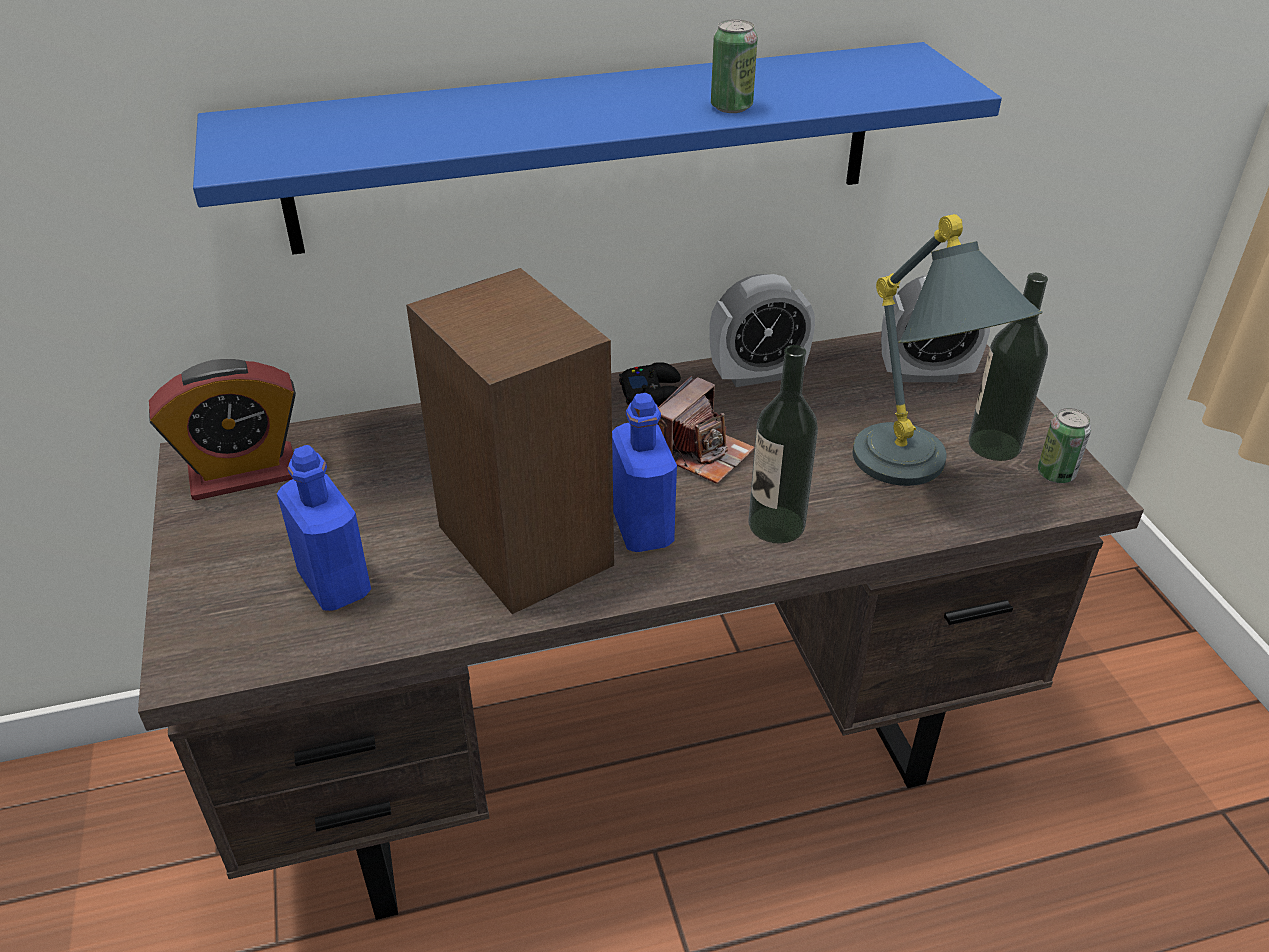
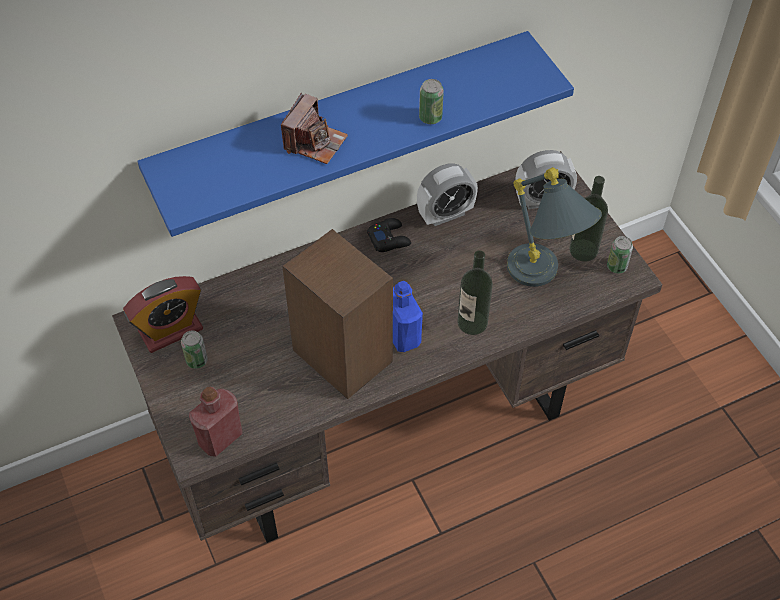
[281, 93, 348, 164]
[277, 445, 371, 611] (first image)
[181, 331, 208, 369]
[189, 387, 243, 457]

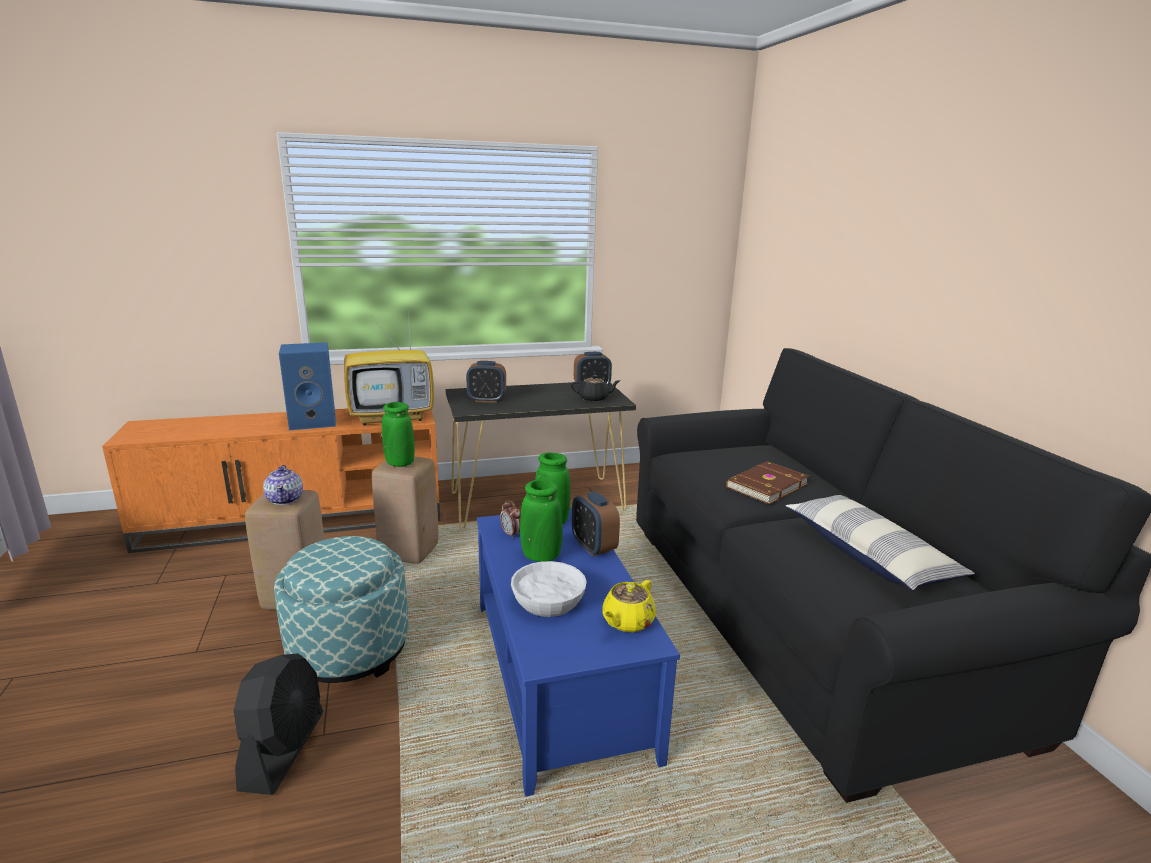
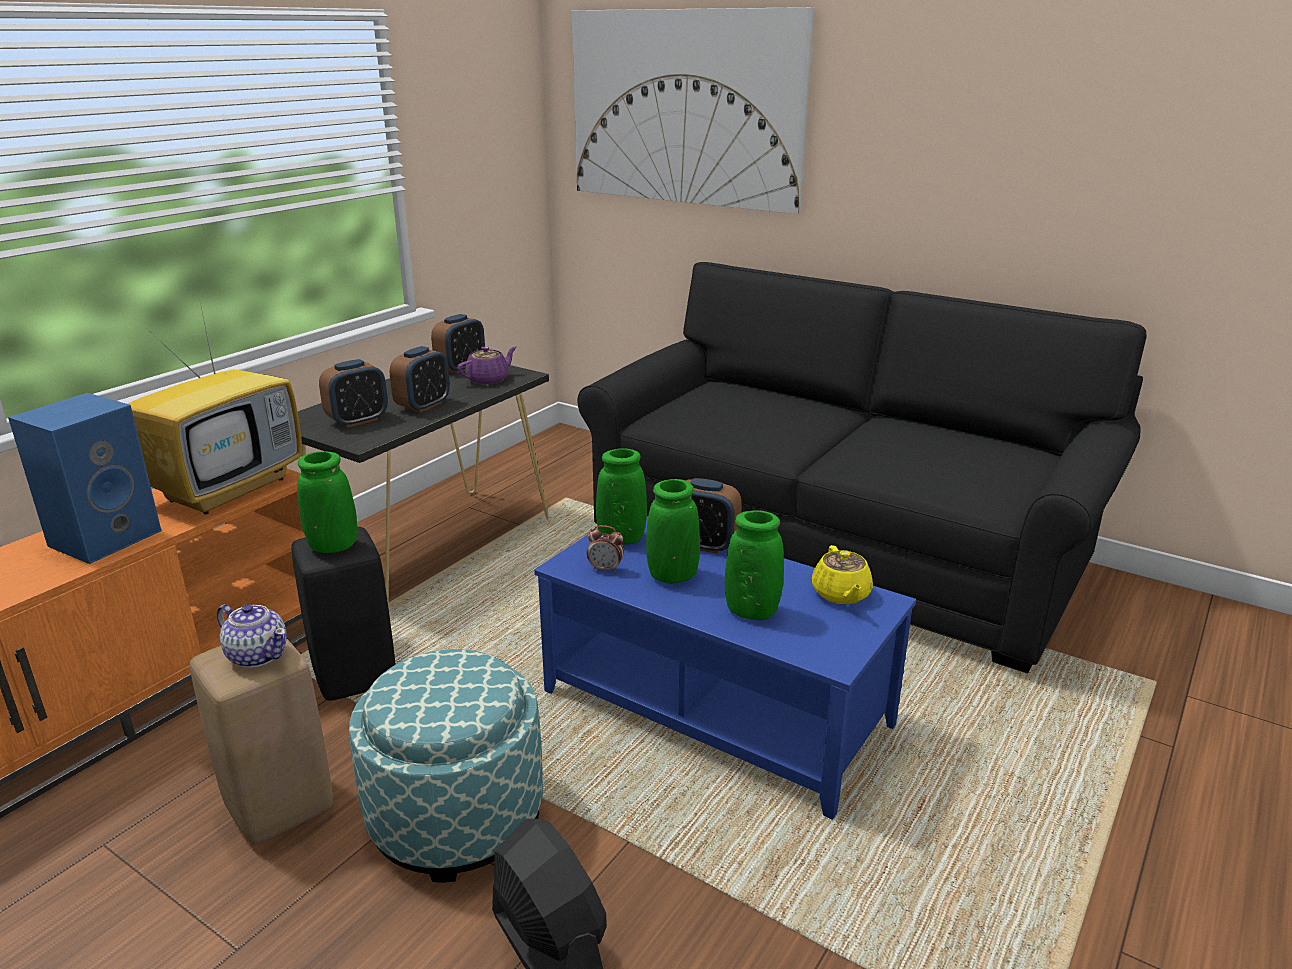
[457, 346, 517, 385]
[292, 527, 396, 701]
[726, 461, 809, 504] (first image)
[785, 495, 975, 590] (first image)
[725, 511, 784, 620]
[572, 7, 814, 214]
[390, 346, 450, 413]

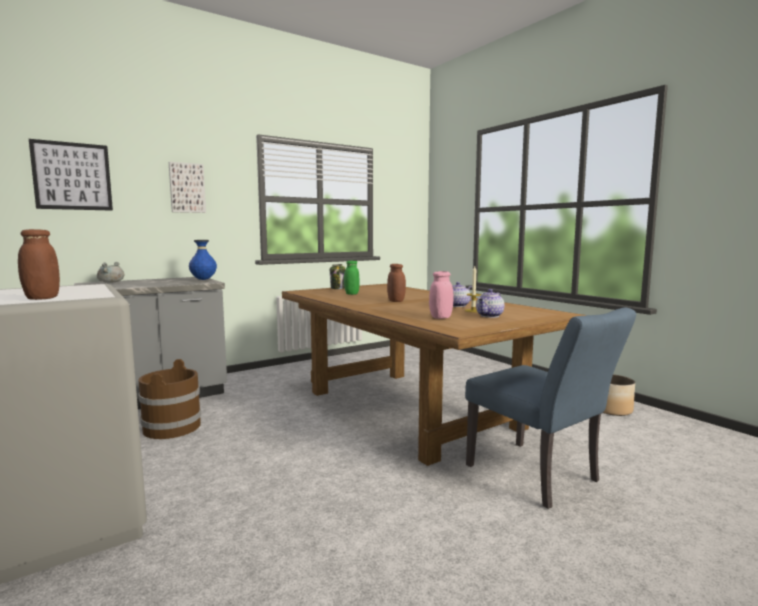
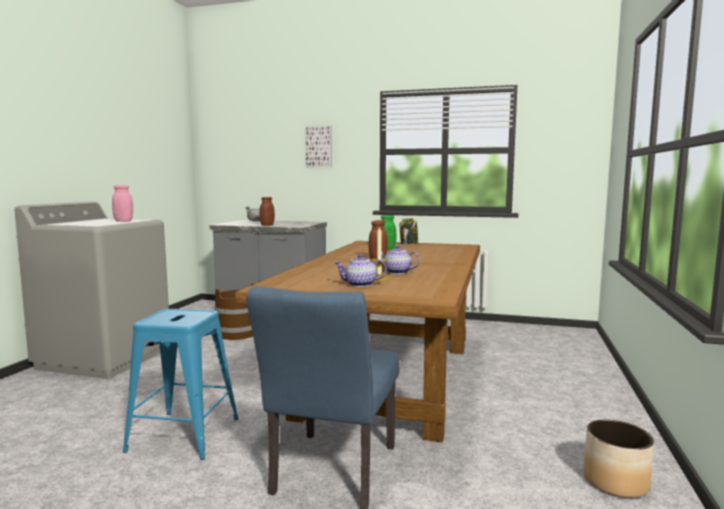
[29, 139, 113, 211] (first image)
[260, 197, 275, 226]
[189, 240, 217, 280] (first image)
[112, 185, 133, 222]
[123, 309, 238, 460]

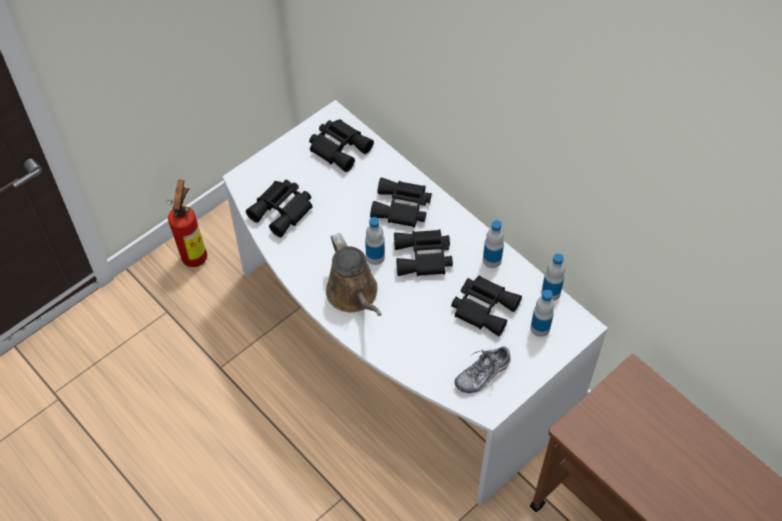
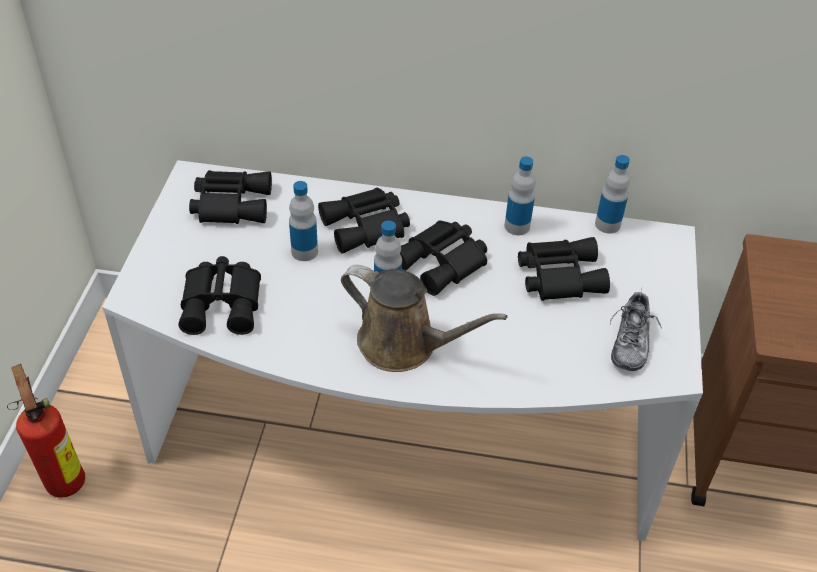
[289, 181, 318, 261]

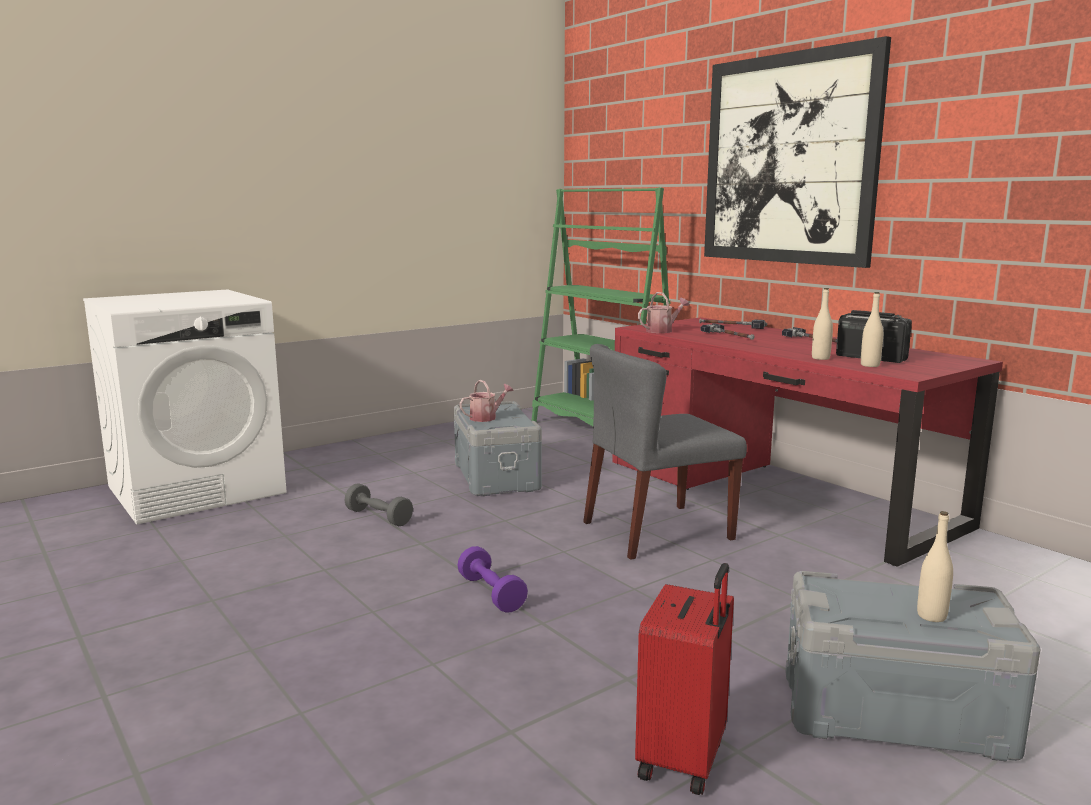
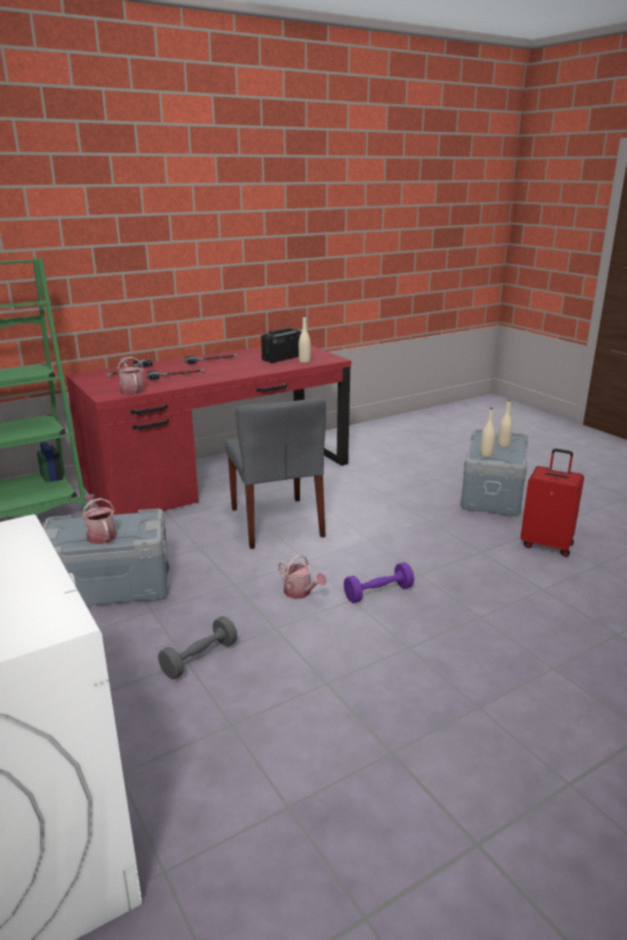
[704, 36, 891, 268] (first image)
[480, 408, 495, 457]
[278, 555, 327, 599]

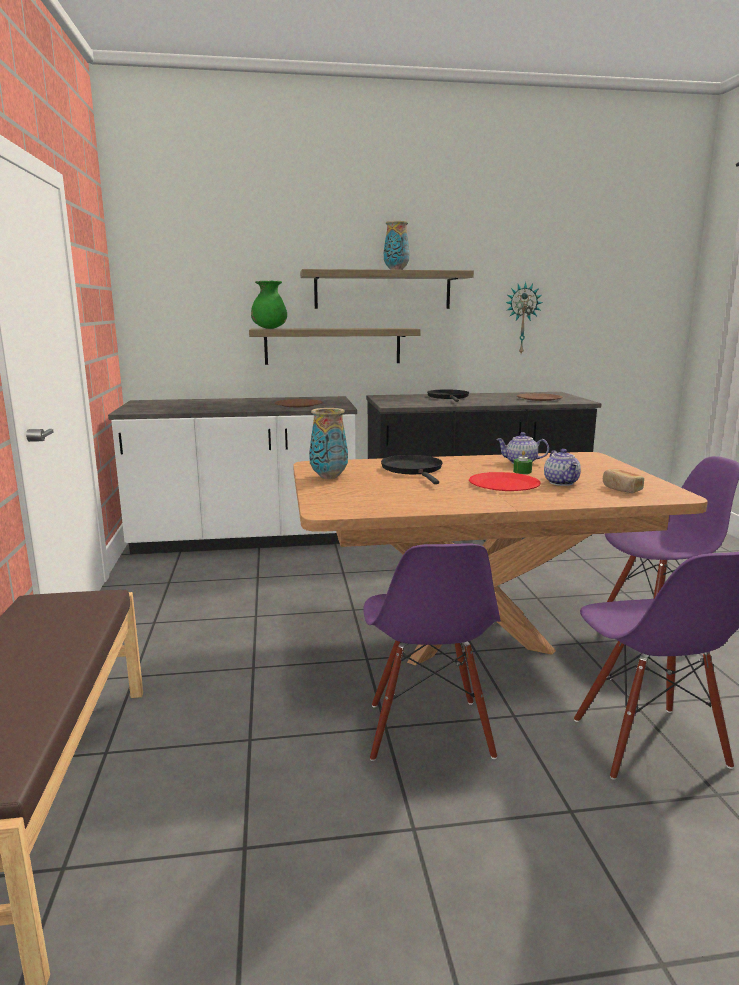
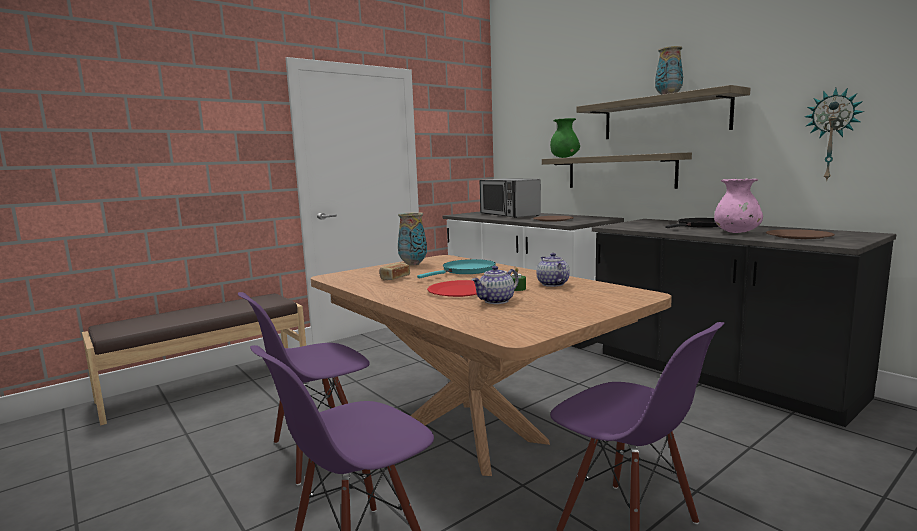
[417, 259, 496, 278]
[379, 263, 410, 281]
[714, 178, 763, 233]
[480, 179, 541, 218]

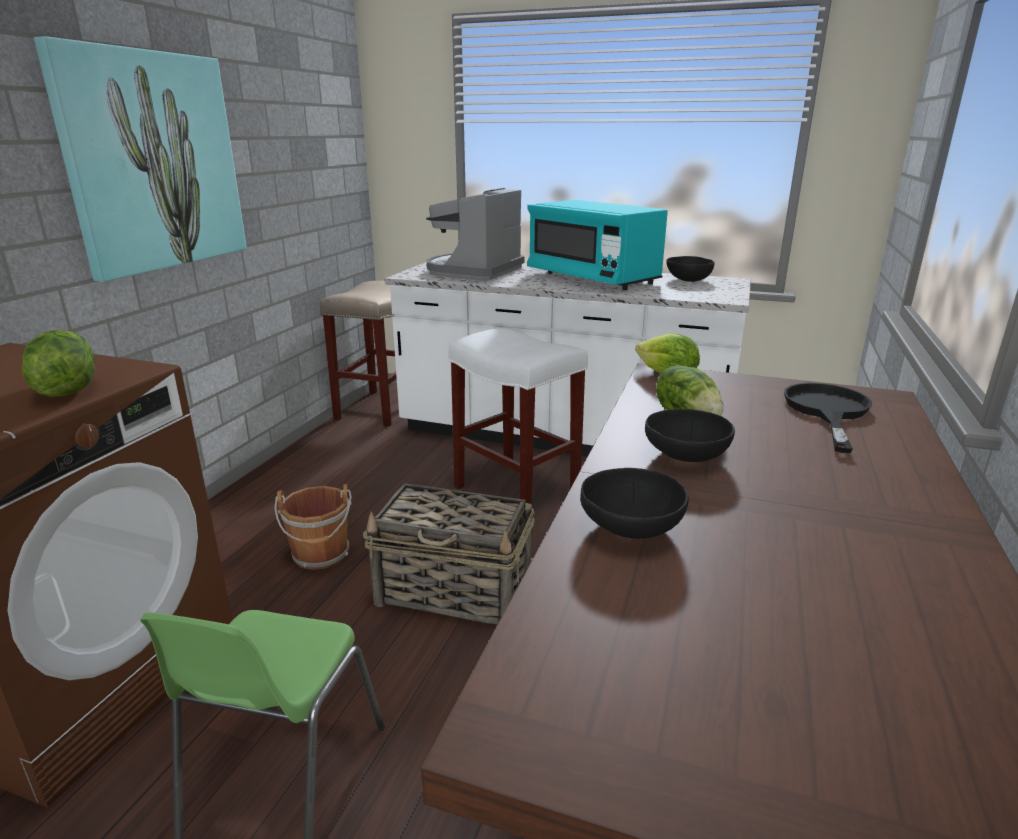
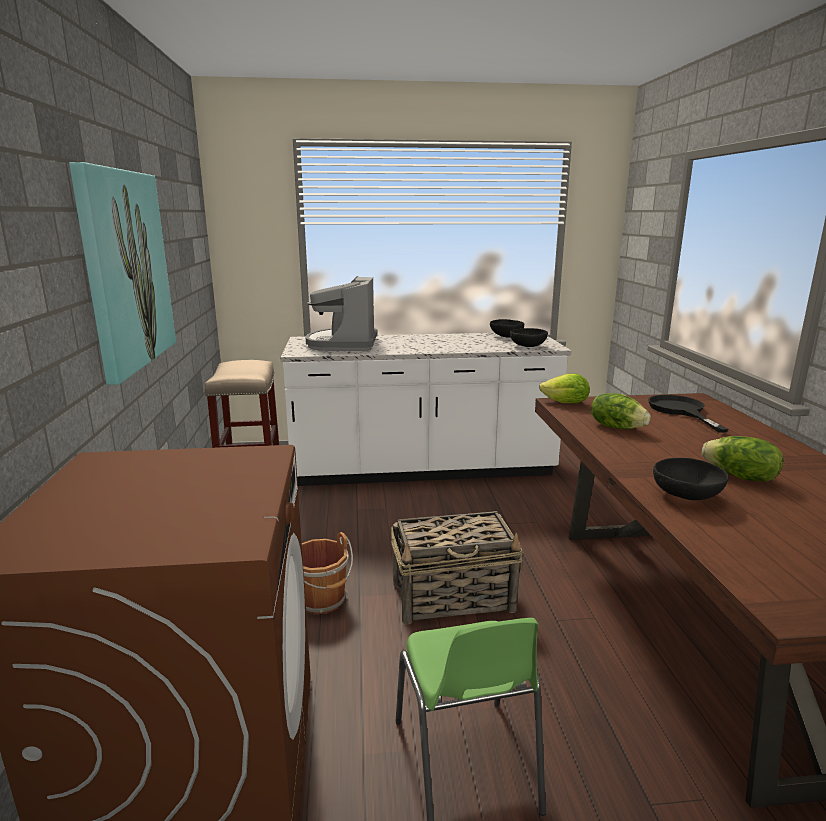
[527, 200, 668, 290] (first image)
[448, 328, 588, 504] (first image)
[702, 436, 783, 482]
[510, 328, 548, 347]

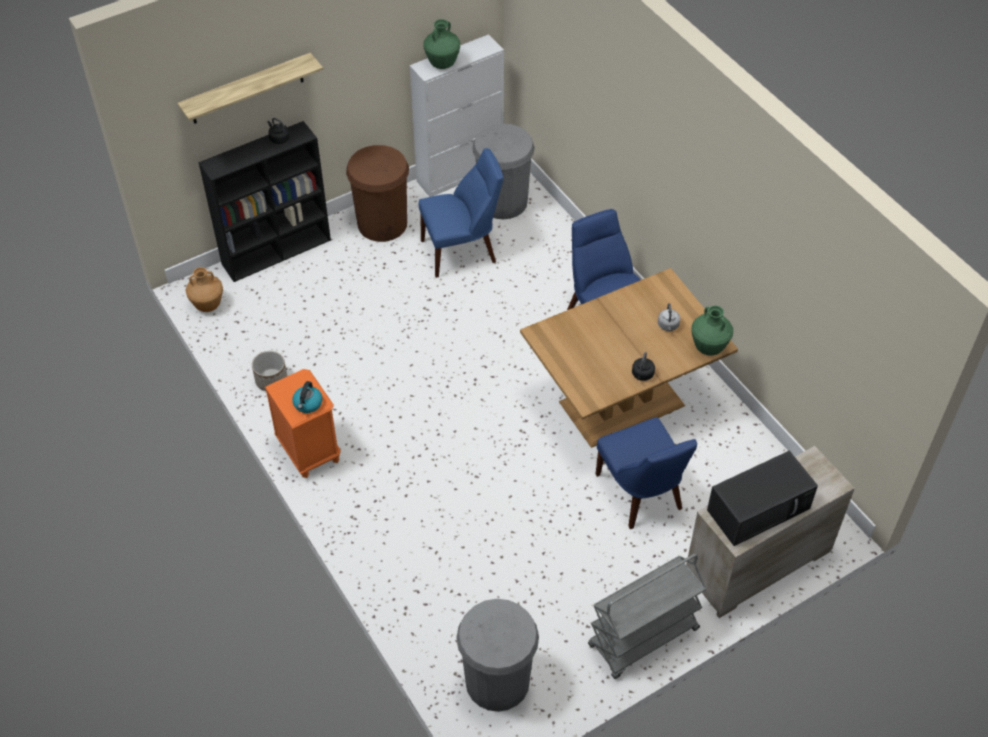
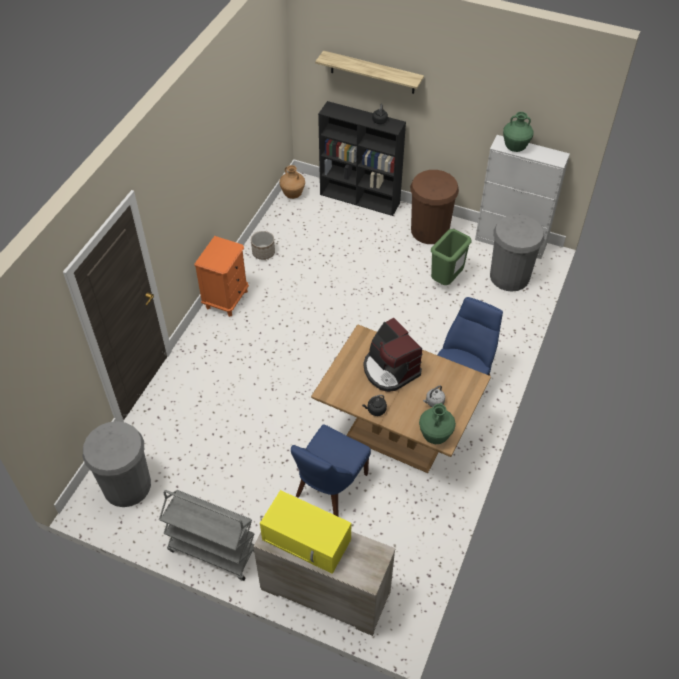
[431, 229, 471, 285]
[292, 381, 322, 413] (first image)
[260, 490, 351, 574]
[363, 318, 422, 392]

